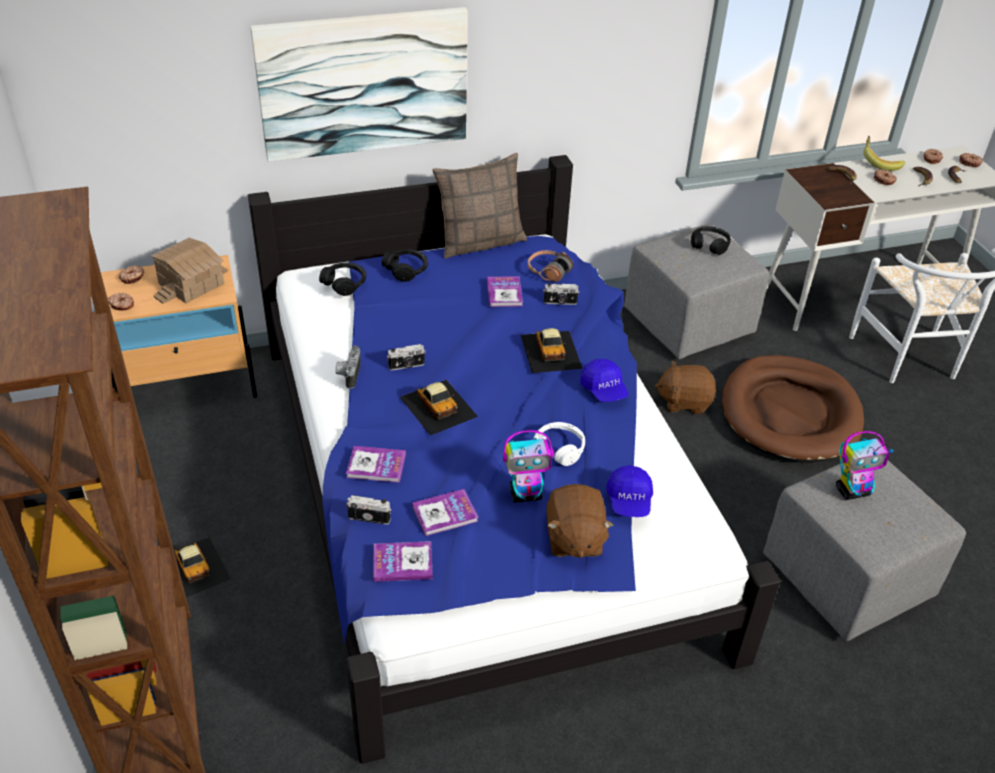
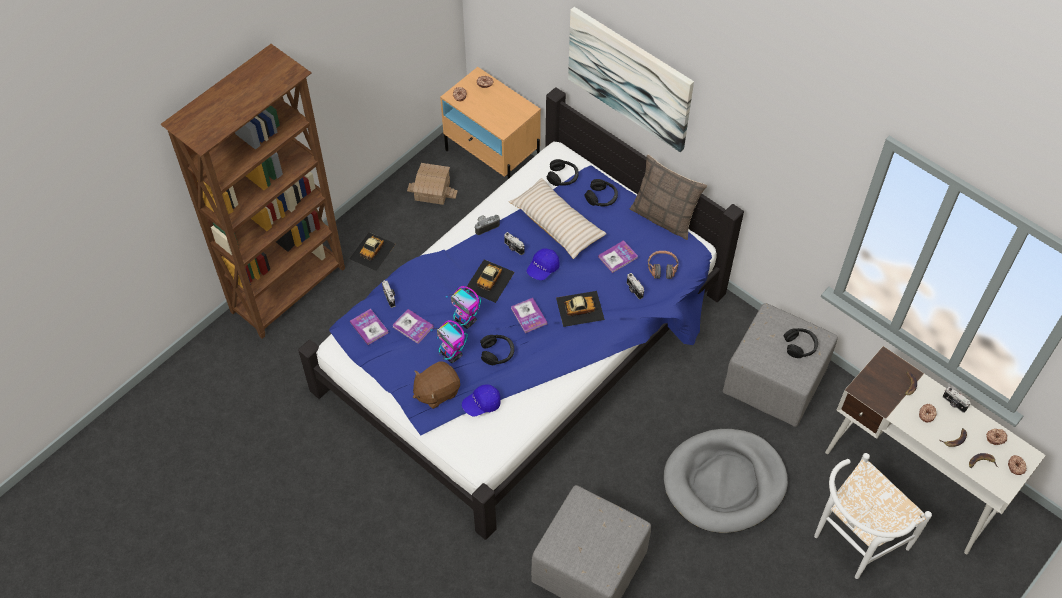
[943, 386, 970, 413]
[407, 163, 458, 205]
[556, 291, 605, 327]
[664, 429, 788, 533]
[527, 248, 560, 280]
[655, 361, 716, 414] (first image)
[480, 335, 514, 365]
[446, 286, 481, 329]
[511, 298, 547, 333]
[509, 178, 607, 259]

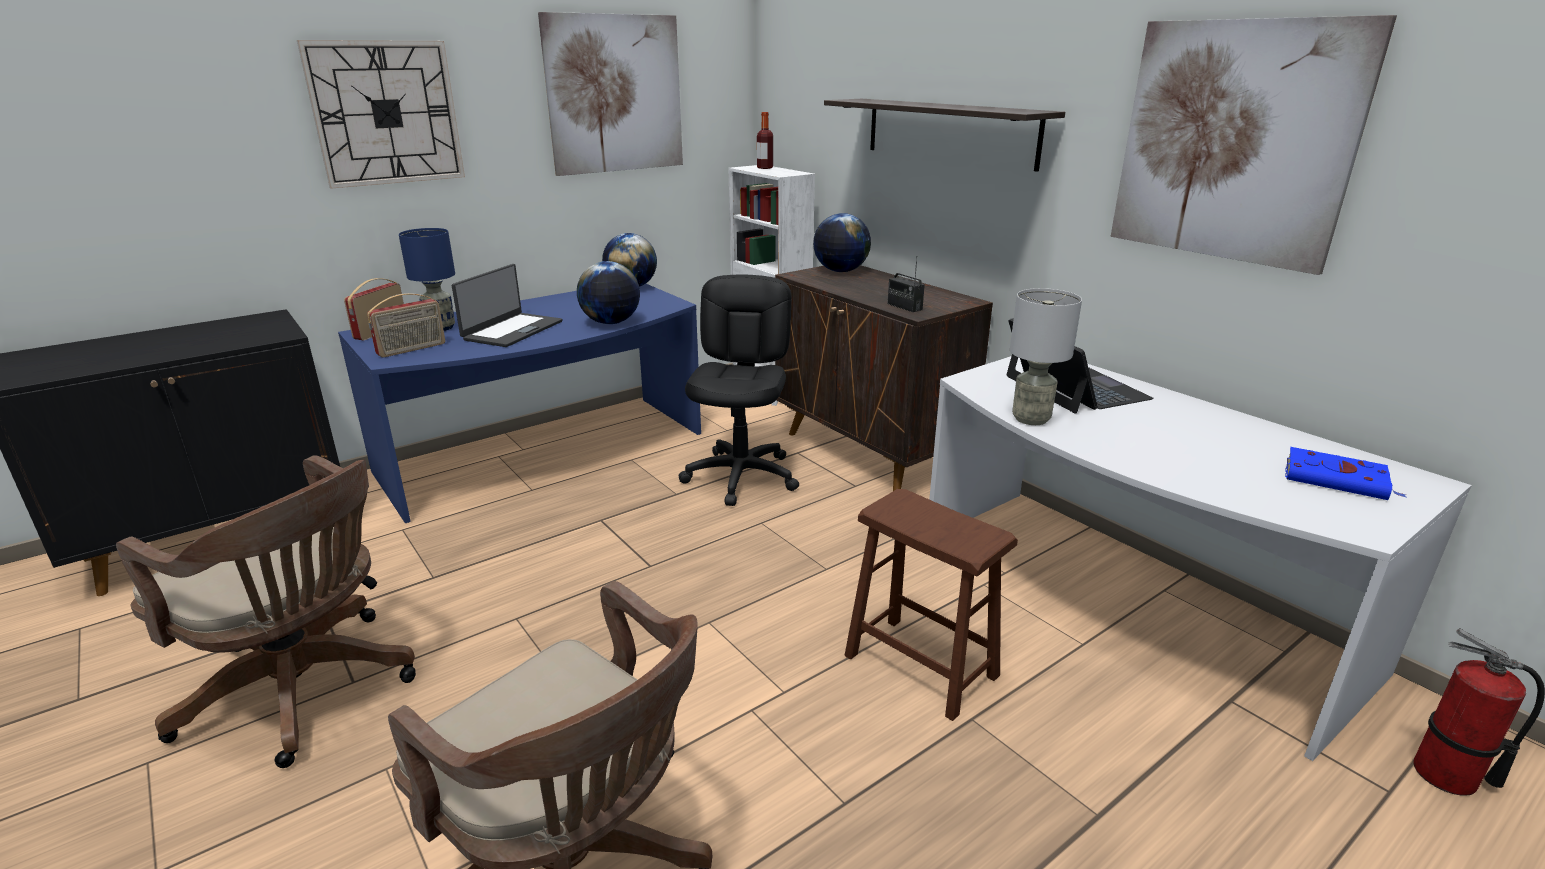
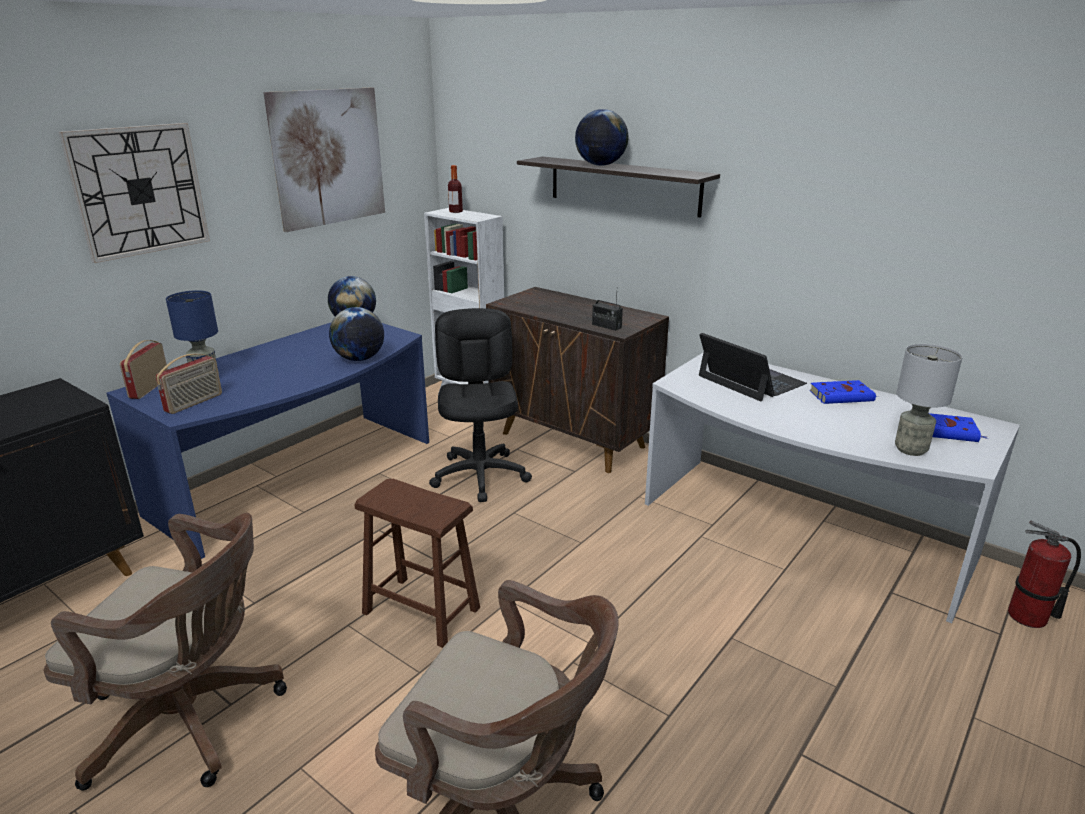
[1111, 15, 1397, 275] (first image)
[575, 109, 629, 166]
[452, 264, 562, 347] (first image)
[895, 344, 963, 456]
[354, 479, 480, 648]
[809, 380, 878, 404]

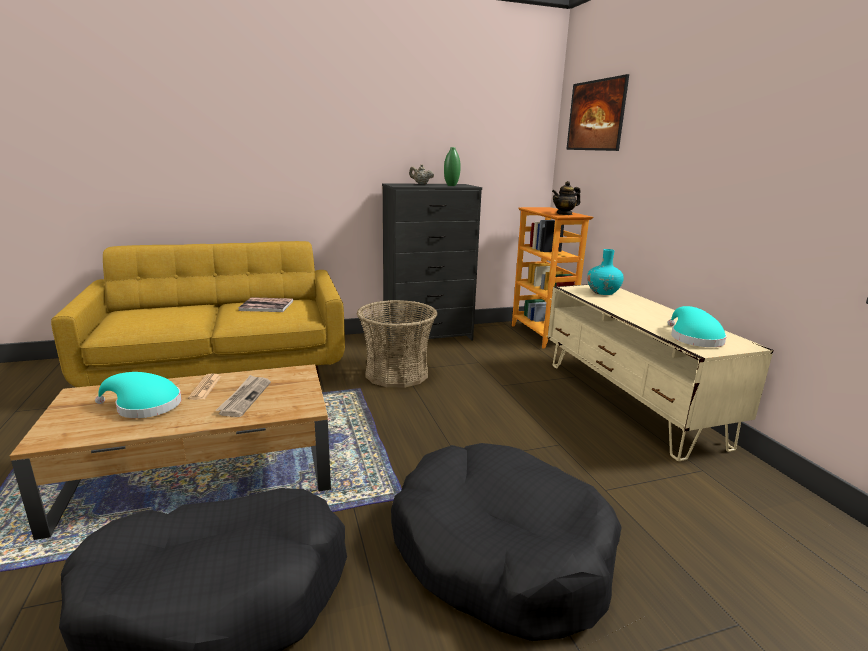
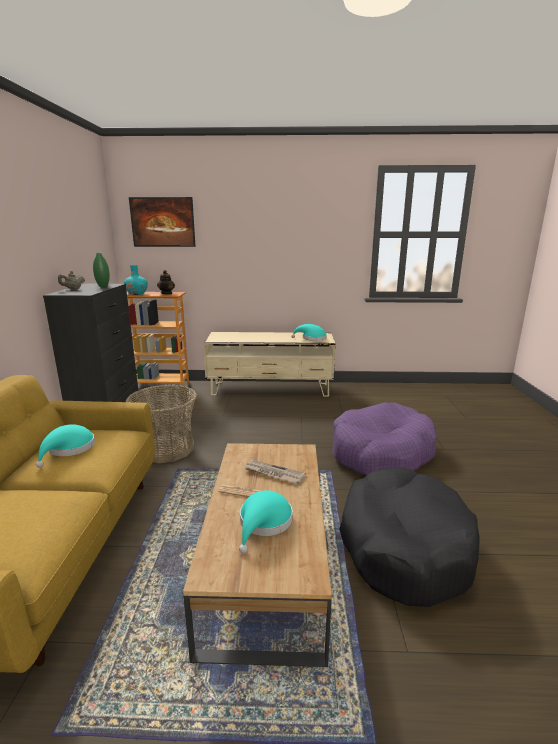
[124, 265, 148, 295]
[36, 424, 95, 468]
[332, 403, 437, 475]

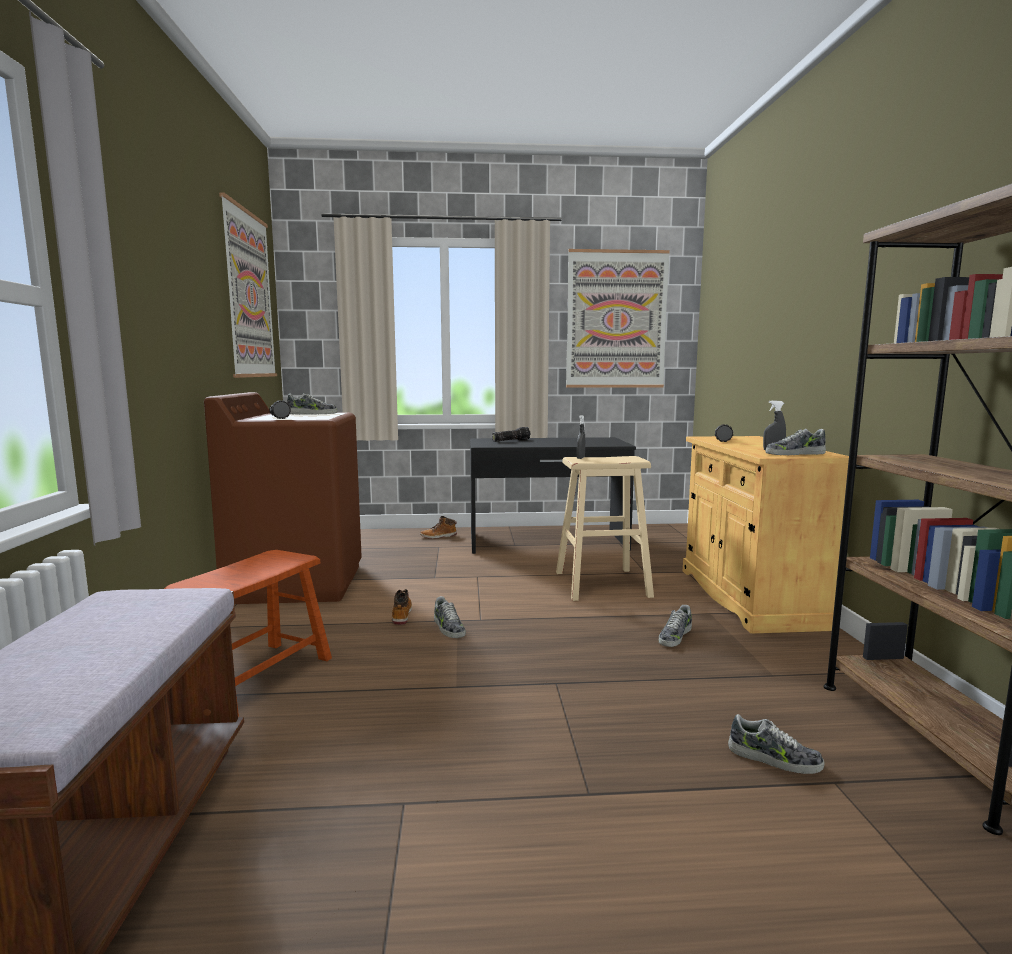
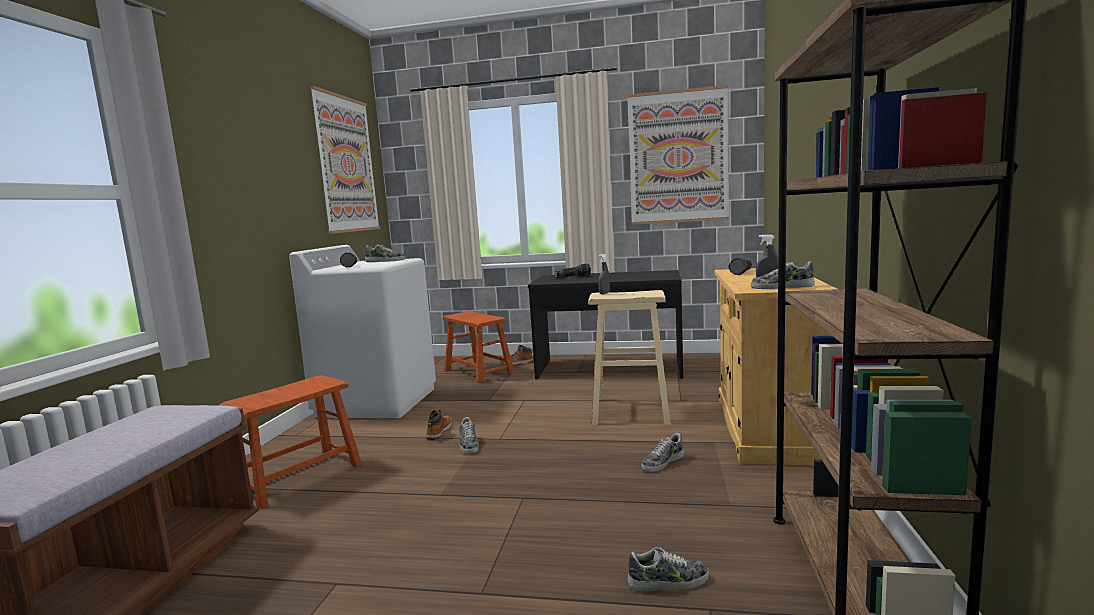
[289, 245, 436, 418]
[627, 547, 709, 592]
[443, 311, 515, 383]

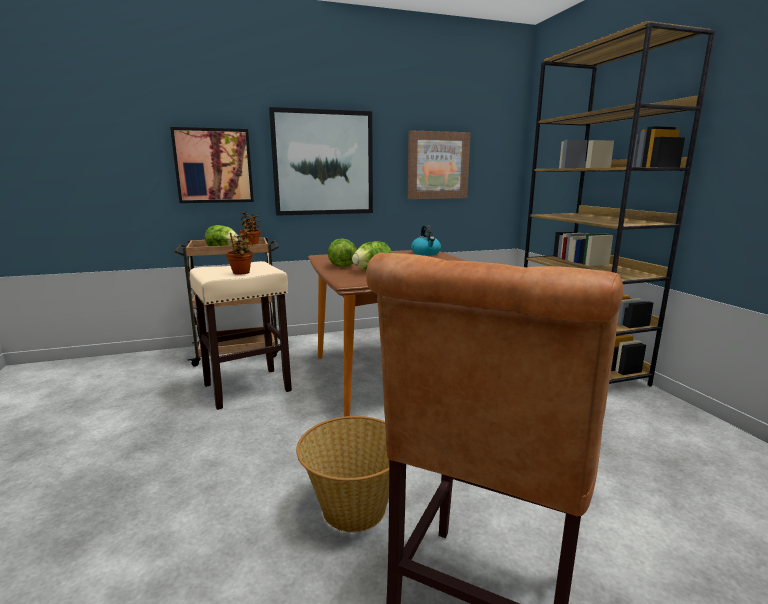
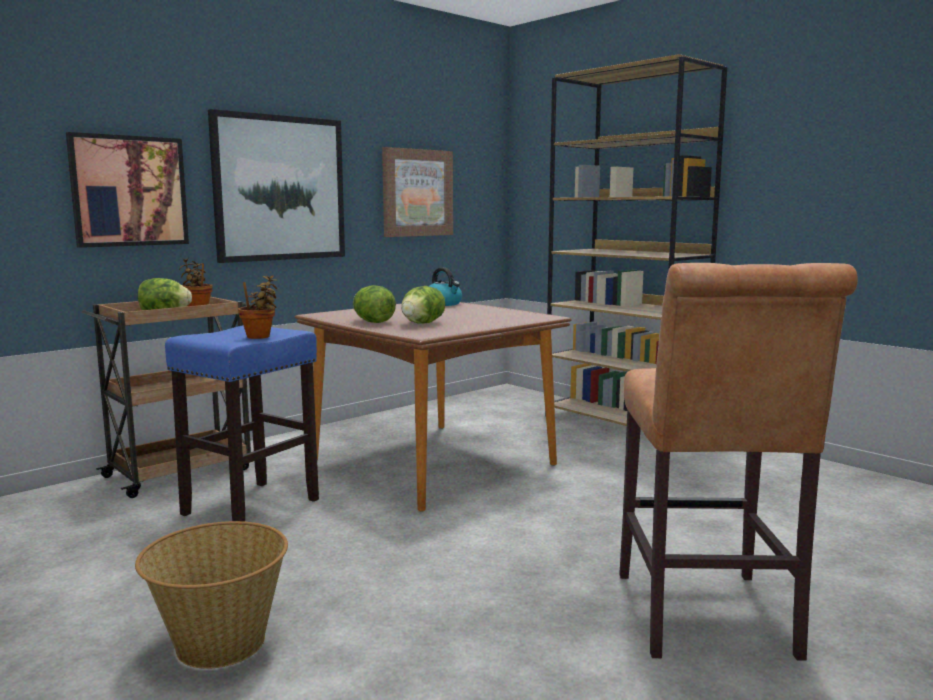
[165, 325, 319, 522]
[135, 521, 288, 669]

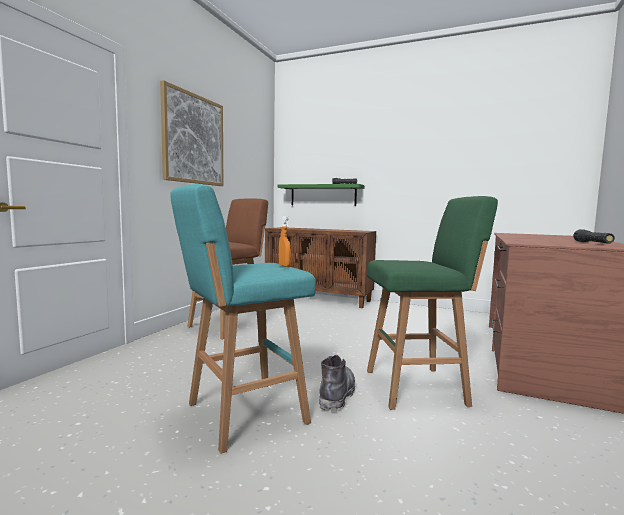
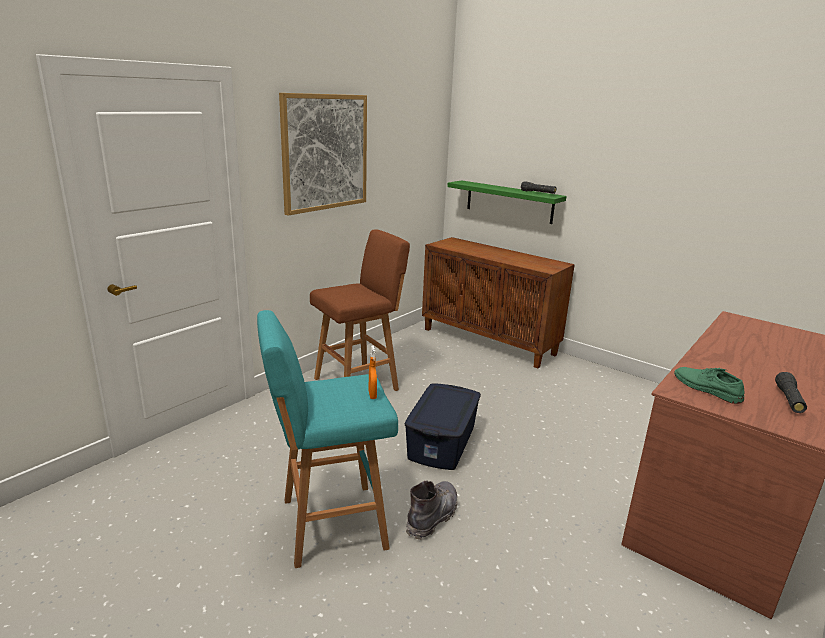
[367, 196, 498, 410] (first image)
[674, 367, 745, 404]
[404, 383, 481, 470]

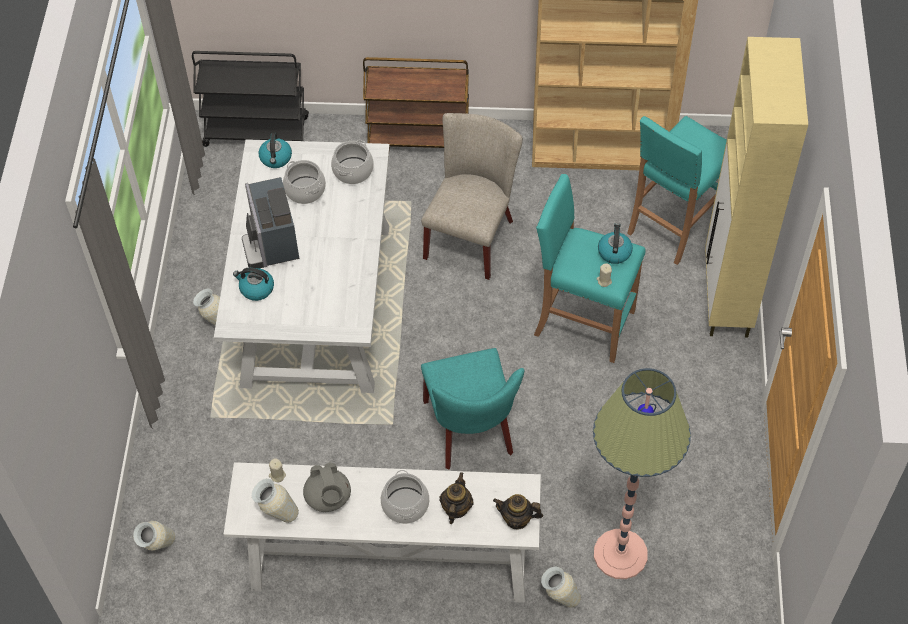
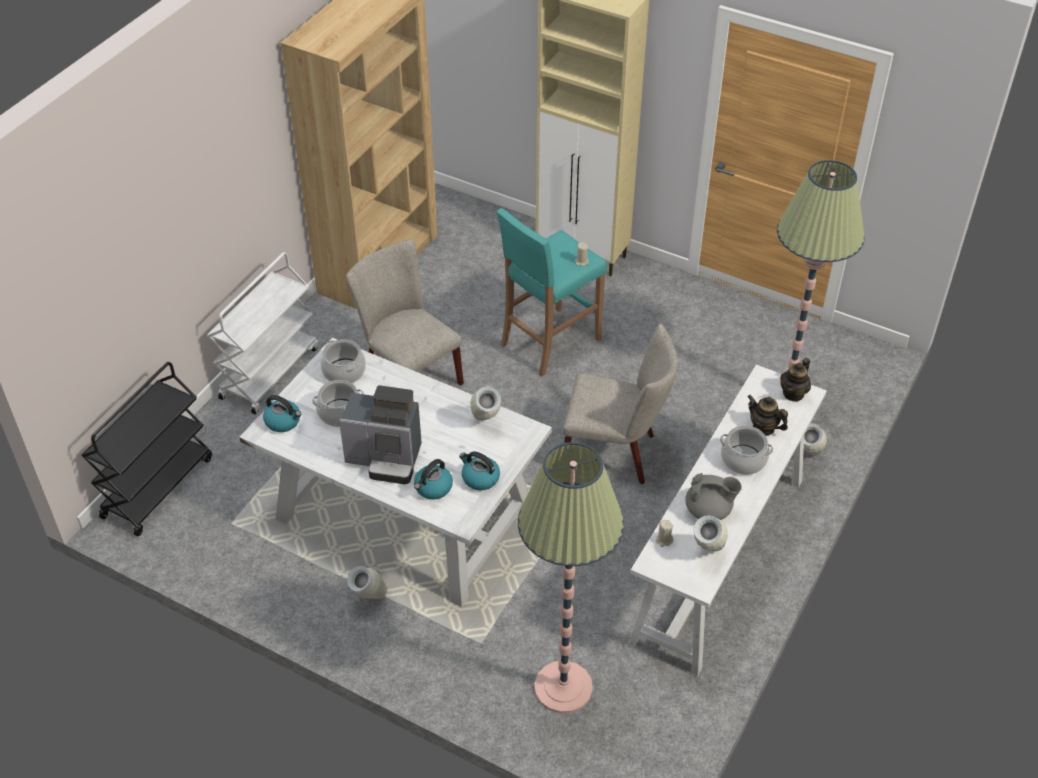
[207, 252, 318, 414]
[627, 116, 727, 265] (first image)
[459, 451, 500, 490]
[563, 324, 678, 484]
[470, 386, 501, 421]
[518, 442, 624, 713]

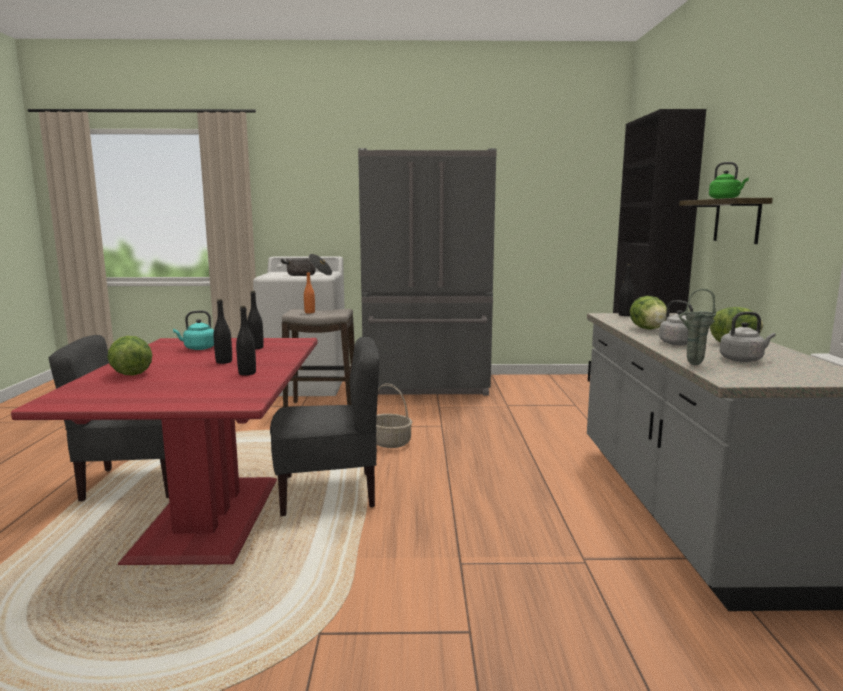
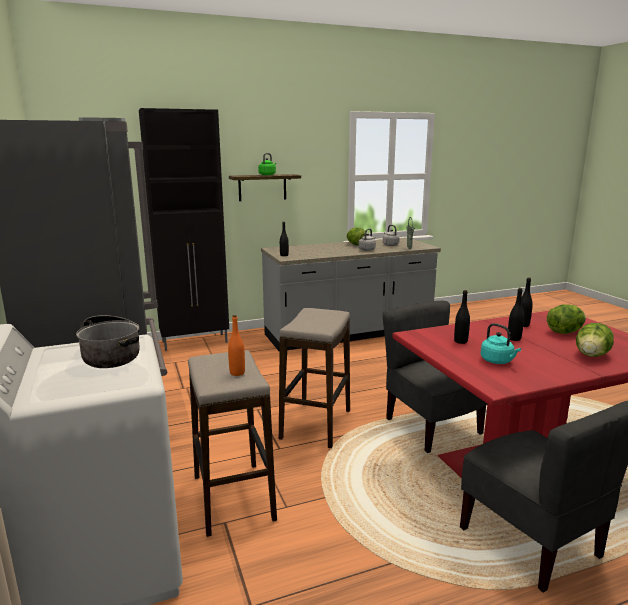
[547, 304, 586, 334]
[279, 308, 350, 448]

